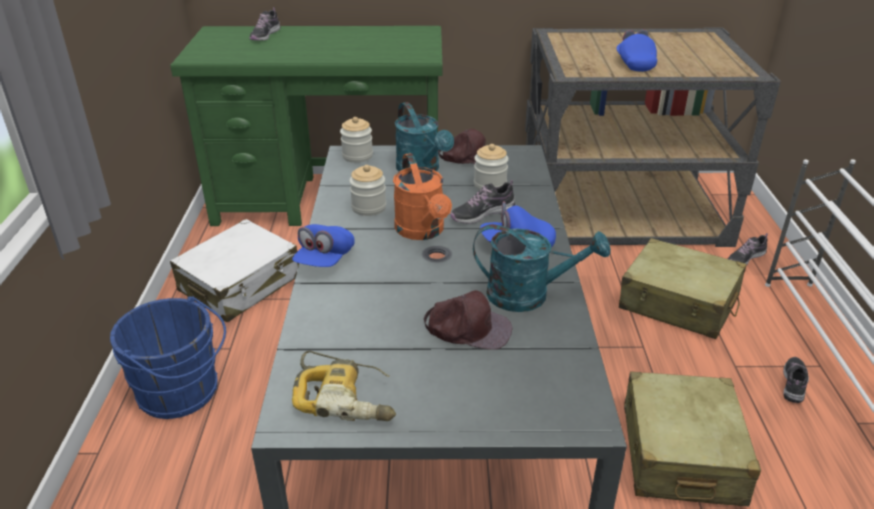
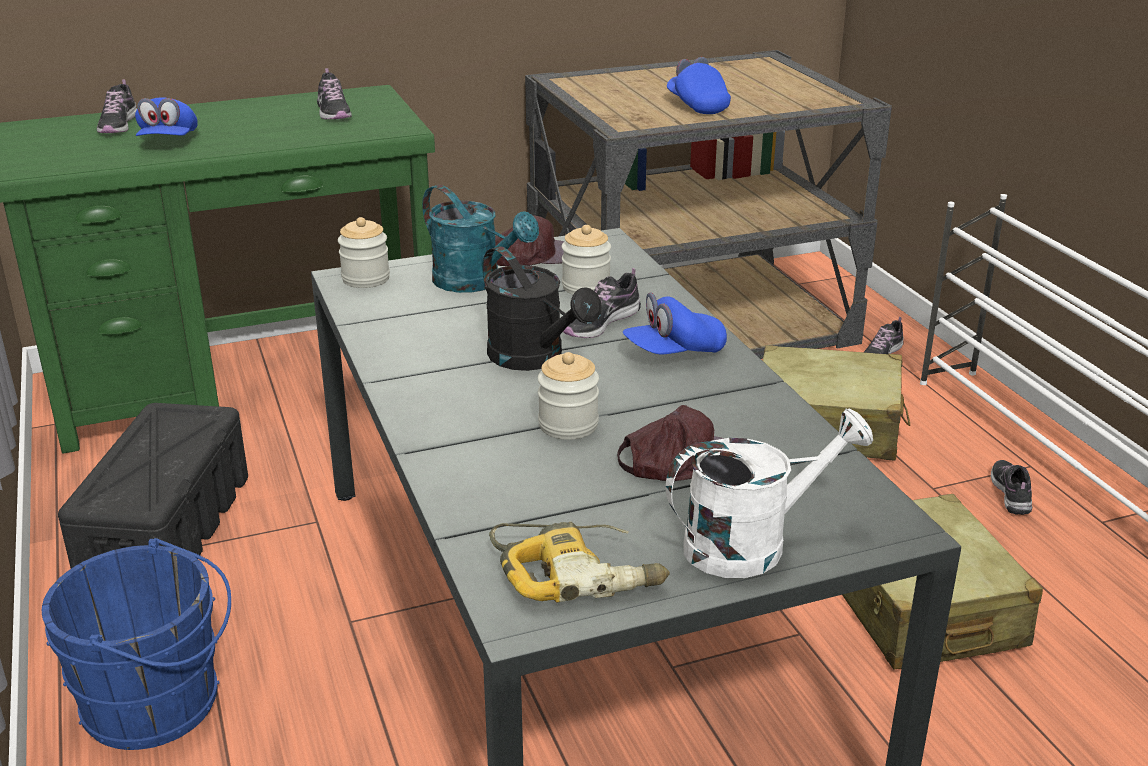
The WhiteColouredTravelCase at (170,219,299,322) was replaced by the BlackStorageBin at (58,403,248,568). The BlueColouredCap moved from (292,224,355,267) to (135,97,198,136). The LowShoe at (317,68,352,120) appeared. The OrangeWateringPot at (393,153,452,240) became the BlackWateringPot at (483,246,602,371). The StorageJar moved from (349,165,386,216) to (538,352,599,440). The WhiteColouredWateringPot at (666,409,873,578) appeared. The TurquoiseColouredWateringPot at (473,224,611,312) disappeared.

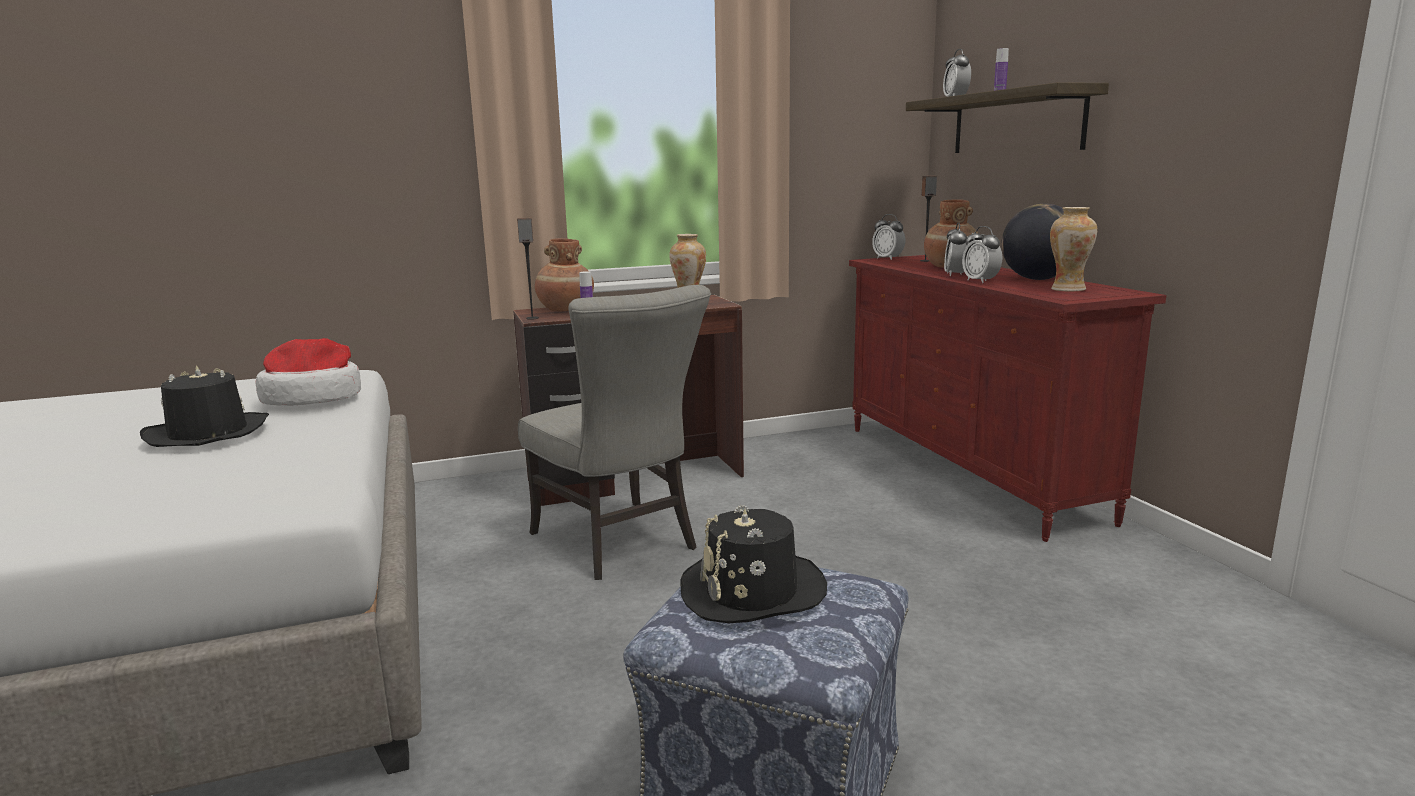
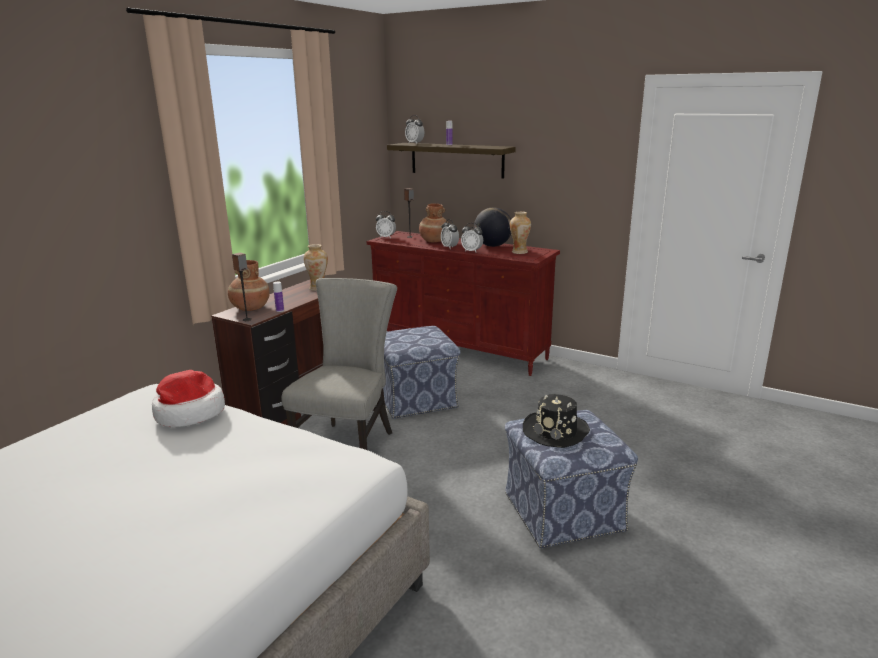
The GreyChair at (518,285,711,580) turned 90 degrees counterclockwise. The Ottoman at (383,326,460,419) appeared. The BlackHat at (140,365,269,447) disappeared.

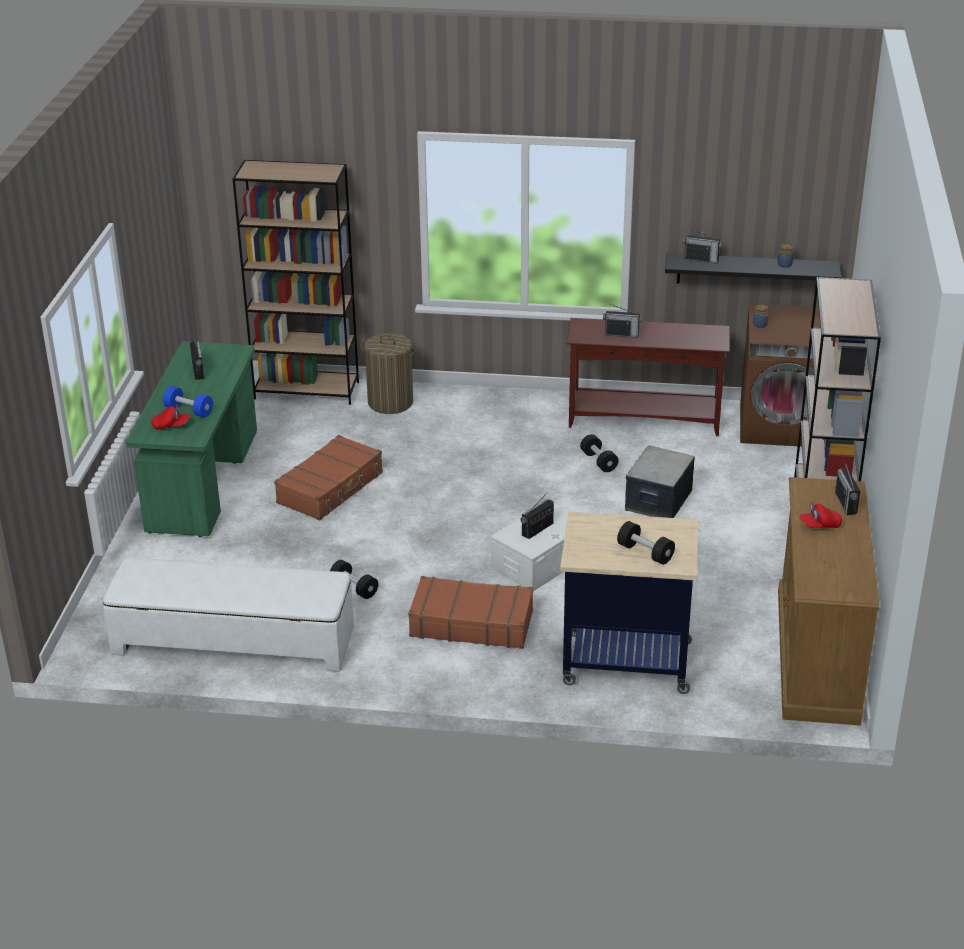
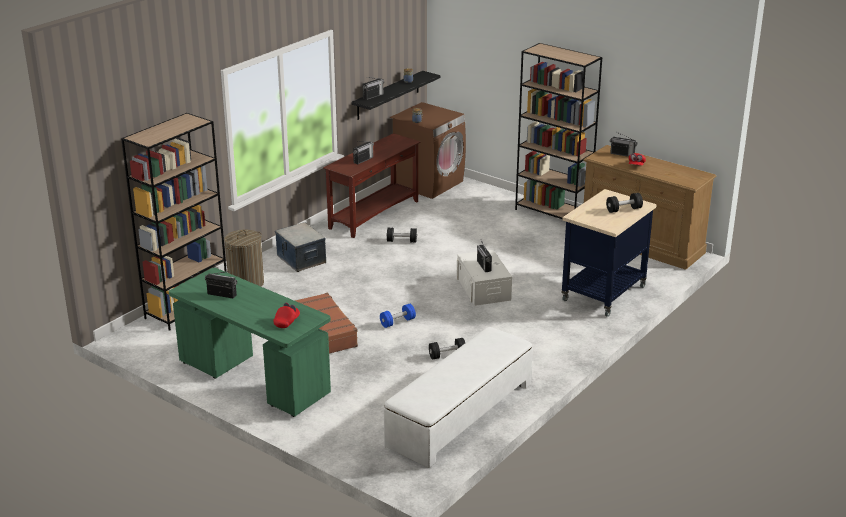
The StorageBin moved from (625,445,695,518) to (275,222,326,272). The BlueColouredFreeWeight moved from (163,386,213,418) to (380,304,416,328). The BrownColouredTravelCase at (408,576,533,649) disappeared.

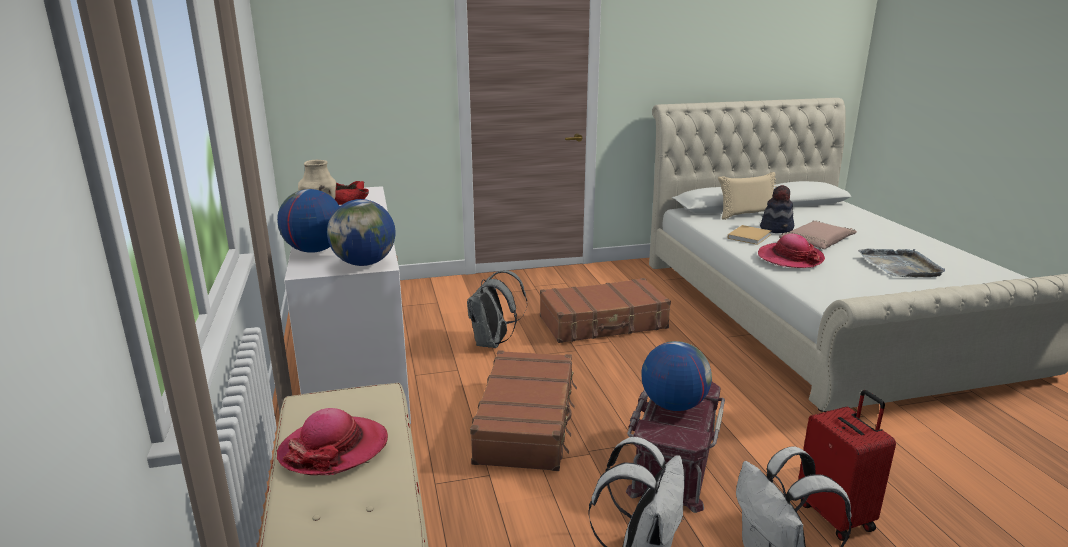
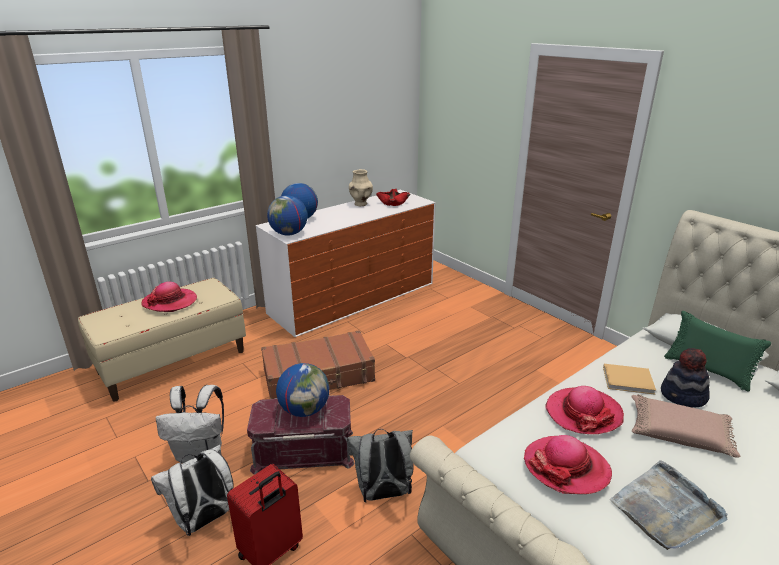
The GreyRucksack moved from (467,270,527,348) to (347,429,413,502). The Hat at (524,435,612,494) appeared. The BeigeColouredThrowPillow at (718,172,776,220) became the GreenishThrowPillow at (664,311,771,392). The BrownColouredTravelCase at (540,278,671,343) disappeared.

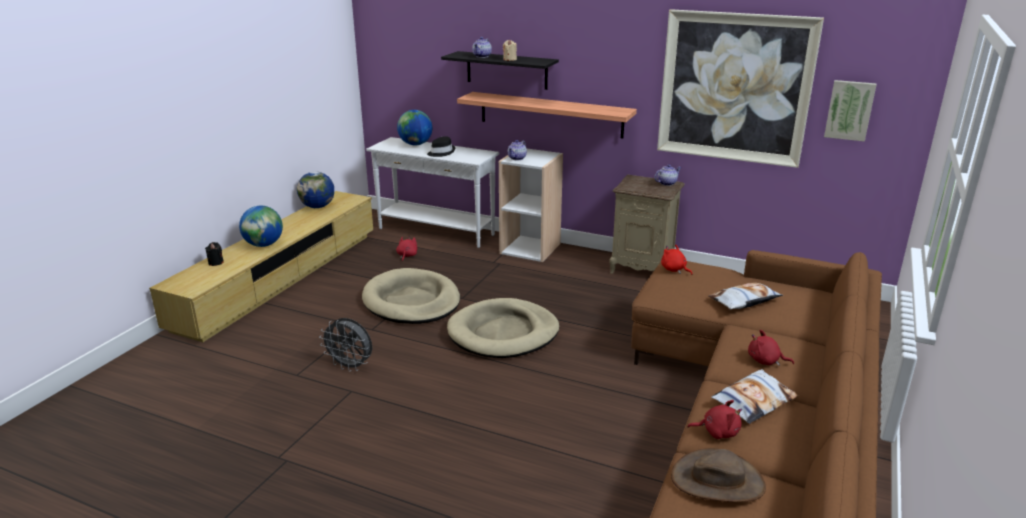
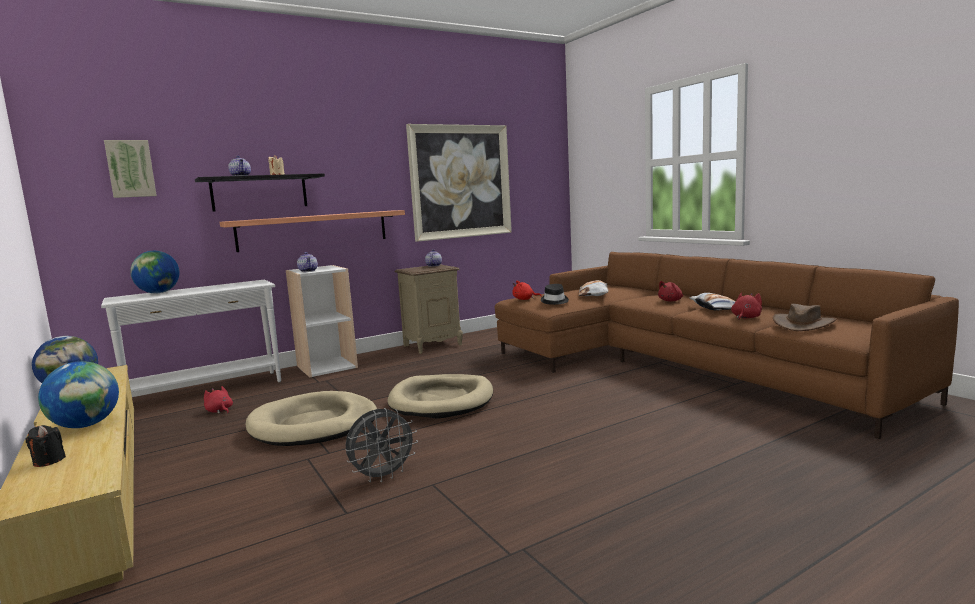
The WallPicture moved from (824,80,877,142) to (104,140,157,198). The BlackHat moved from (427,136,455,157) to (541,284,569,305).

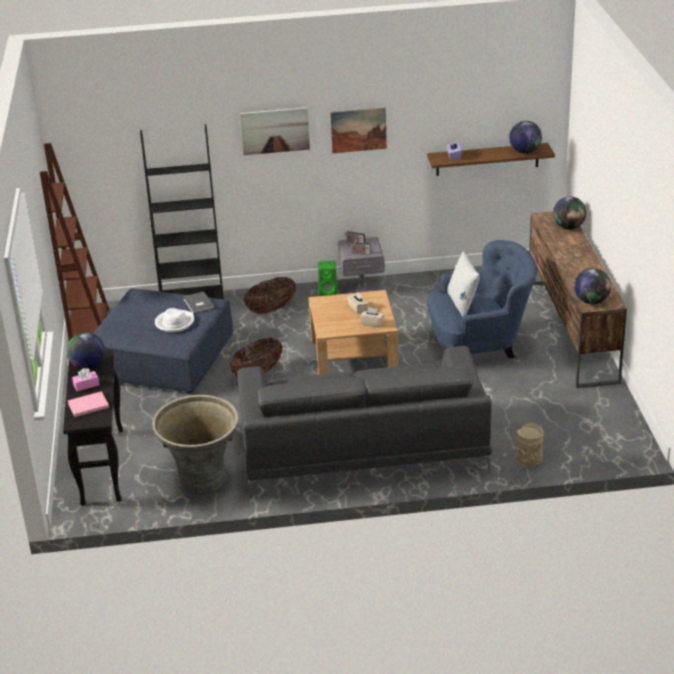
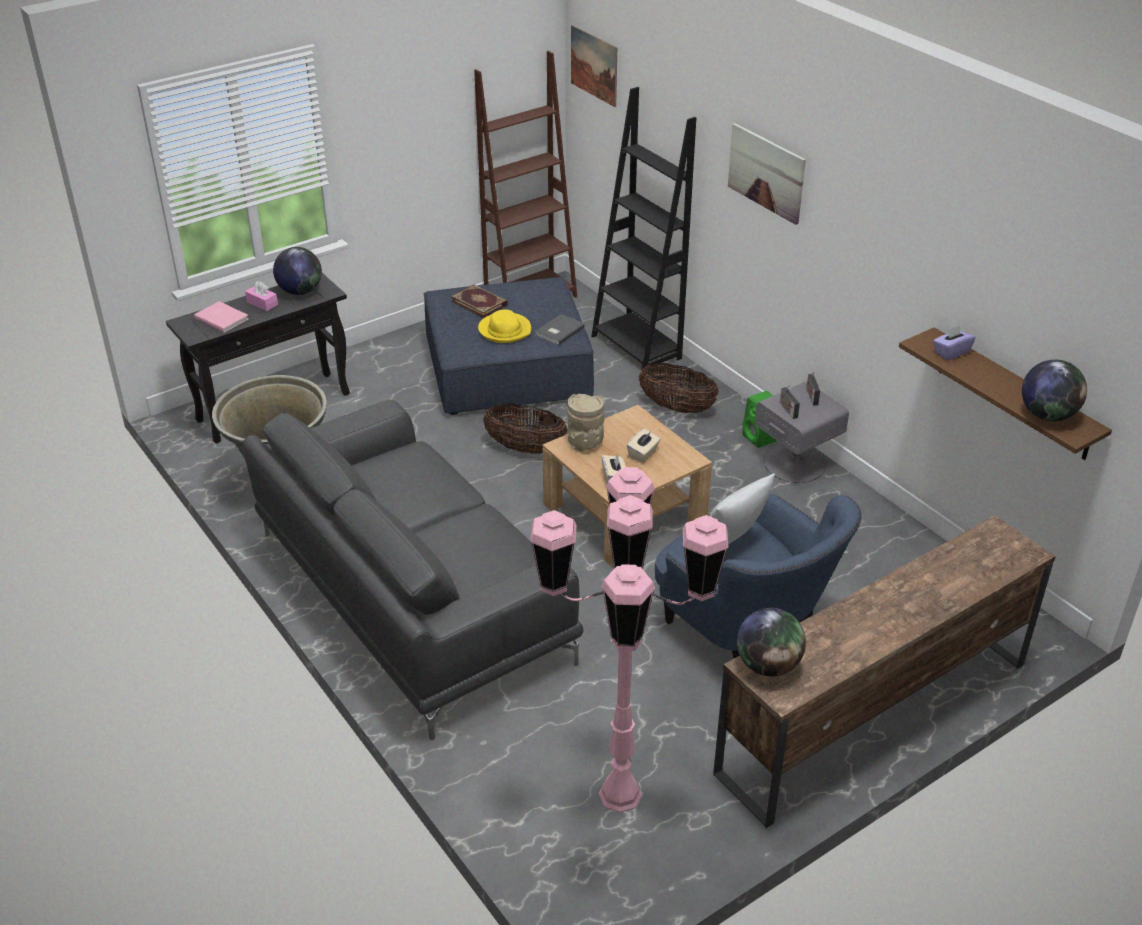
The Volume at (450,284,508,318) appeared. The WhiteColouredHat at (155,308,194,332) became the YellowColouredHat at (478,309,531,343). The PinkishStandardLamp at (530,467,728,813) appeared. The BeigeColouredDecorativeVase moved from (516,423,544,467) to (568,394,605,451). The WallPicture moved from (330,107,387,153) to (571,25,617,107). The WorldGlobe at (553,196,586,229) disappeared.

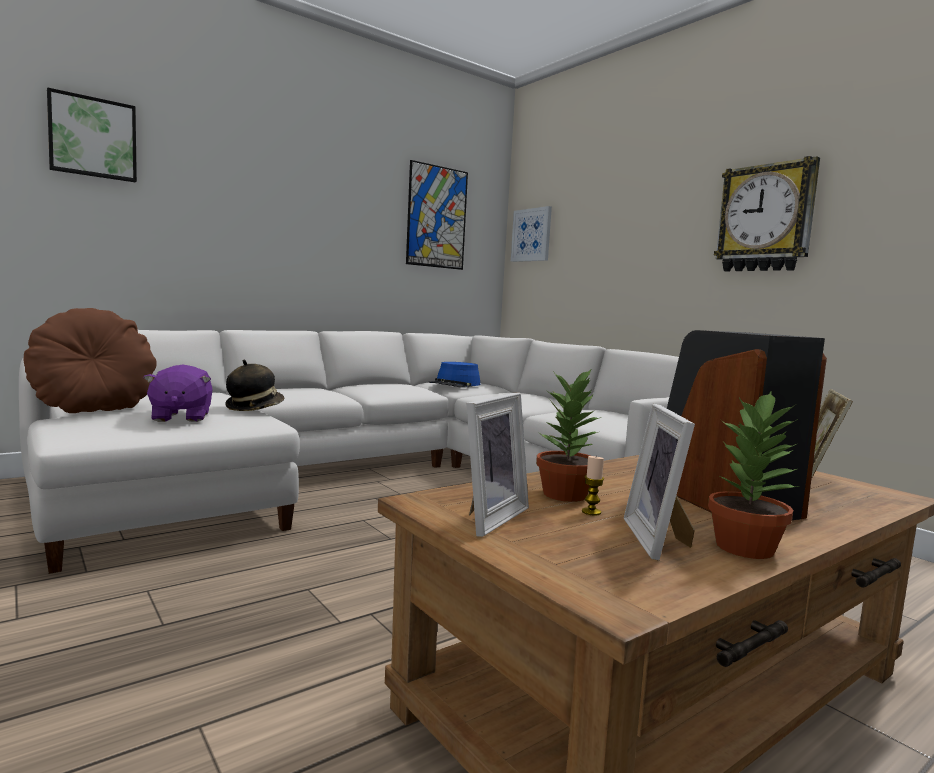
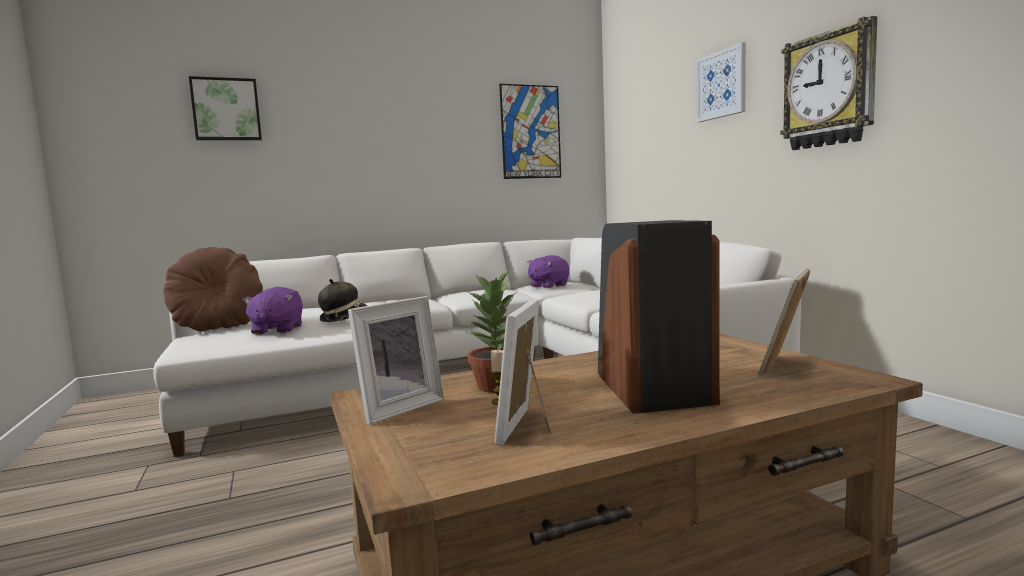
The BlueColouredHat at (429,362,480,388) was replaced by the PurpleColouredSoftToy at (527,255,569,289). The WallPicture moved from (511,206,552,262) to (696,42,746,122). The PottedPlant at (708,390,798,559) disappeared.

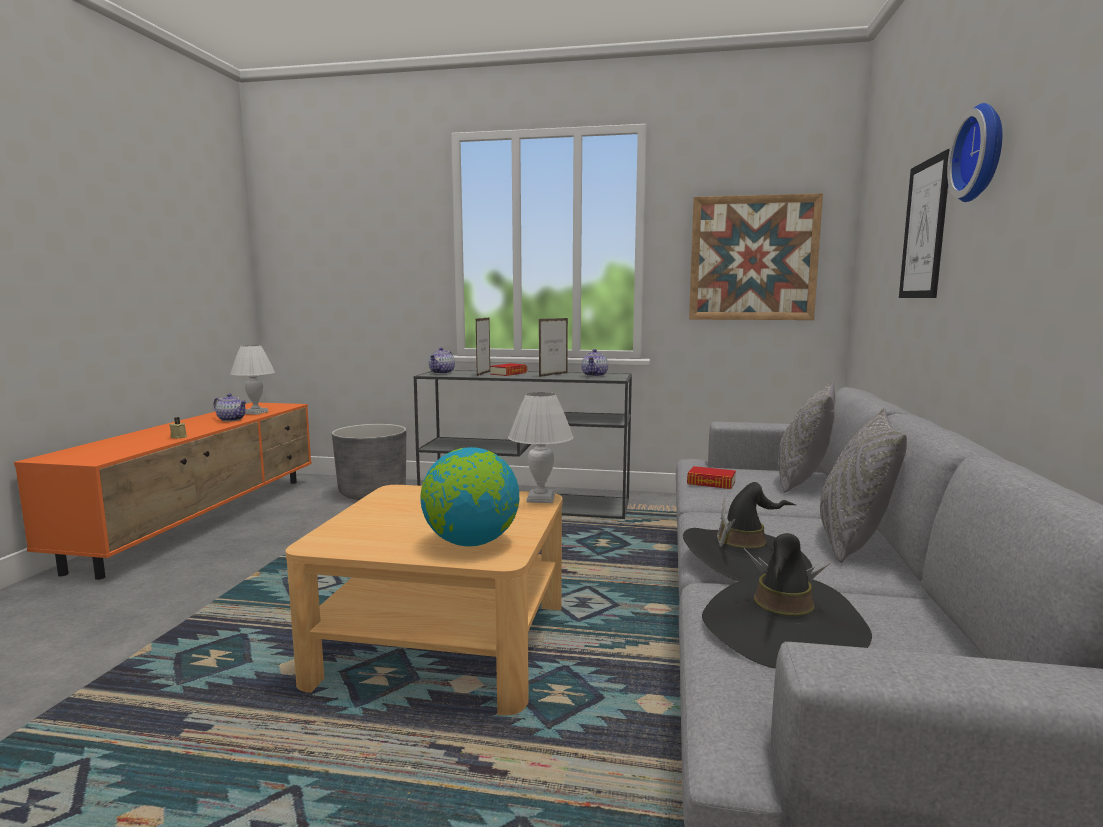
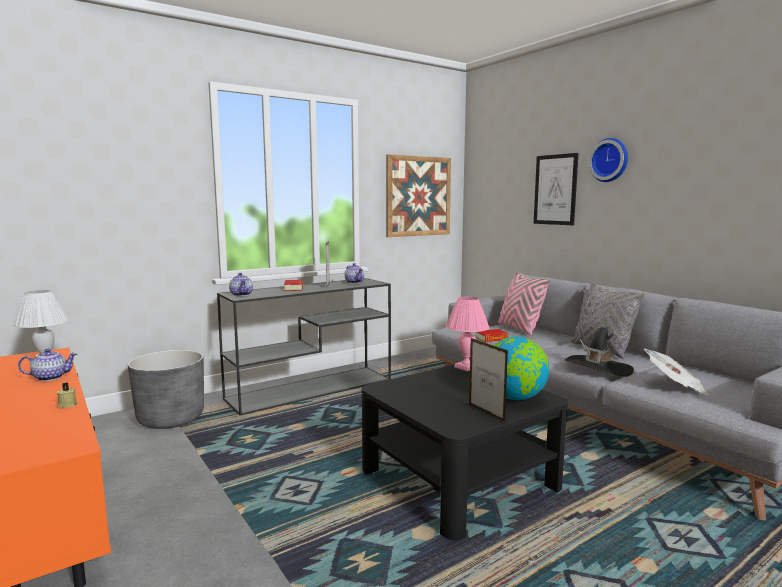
The BeigeColouredCoffeeTable at (285,485,563,715) became the BlackCoffeeTable at (361,364,568,540). The WhiteColouredTabletopLamp at (508,392,574,503) became the PinkishTabletopLamp at (446,297,489,371). The PictureFrame moved from (476,318,490,376) to (469,338,508,422). The GreyThrowPillow at (778,381,836,493) became the PinkishThrowPillow at (498,271,550,335). The BlackHat at (702,533,872,669) was replaced by the DailyPaper at (644,348,709,395).

